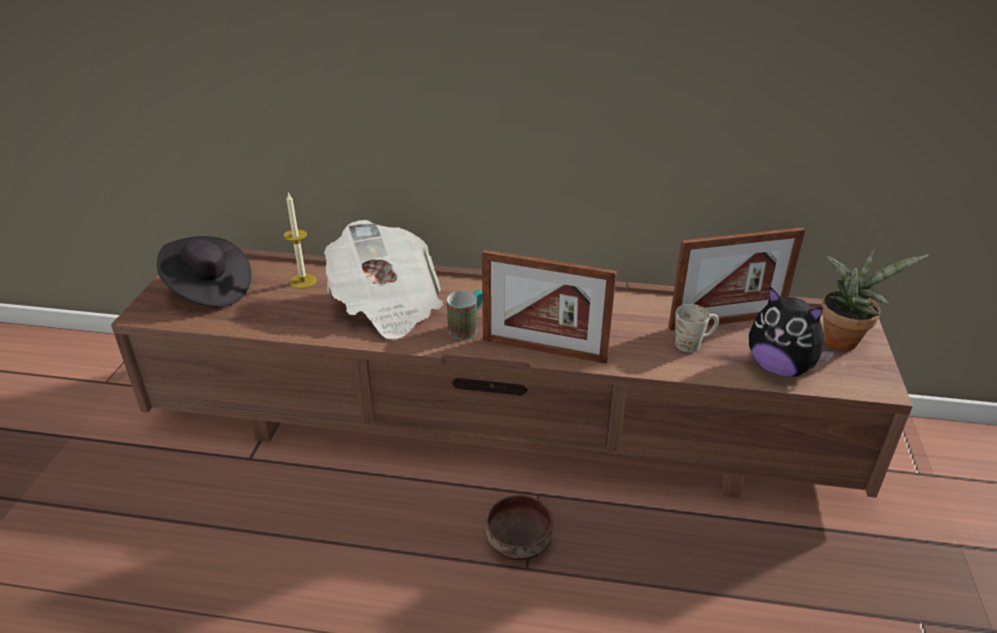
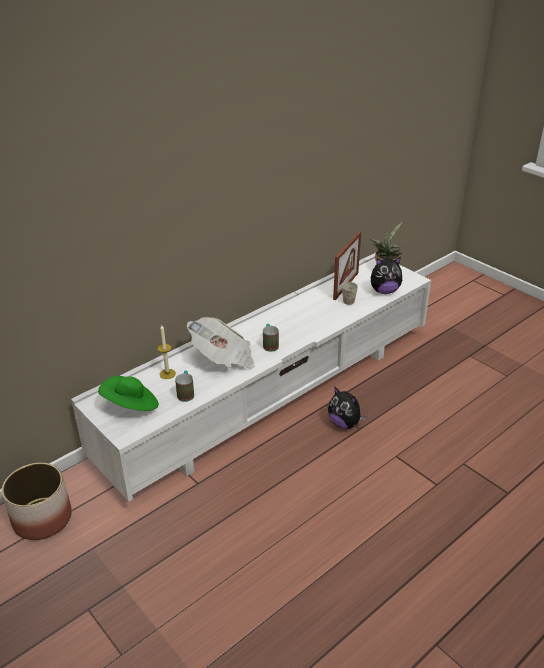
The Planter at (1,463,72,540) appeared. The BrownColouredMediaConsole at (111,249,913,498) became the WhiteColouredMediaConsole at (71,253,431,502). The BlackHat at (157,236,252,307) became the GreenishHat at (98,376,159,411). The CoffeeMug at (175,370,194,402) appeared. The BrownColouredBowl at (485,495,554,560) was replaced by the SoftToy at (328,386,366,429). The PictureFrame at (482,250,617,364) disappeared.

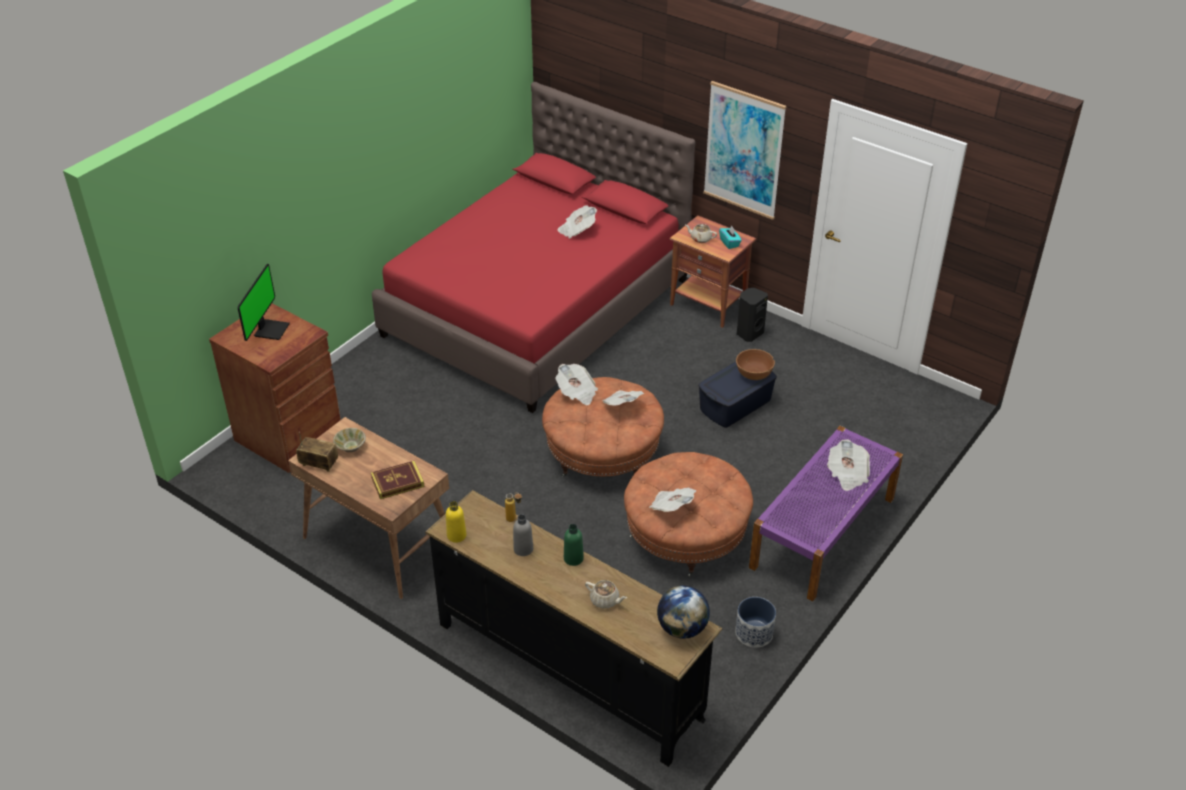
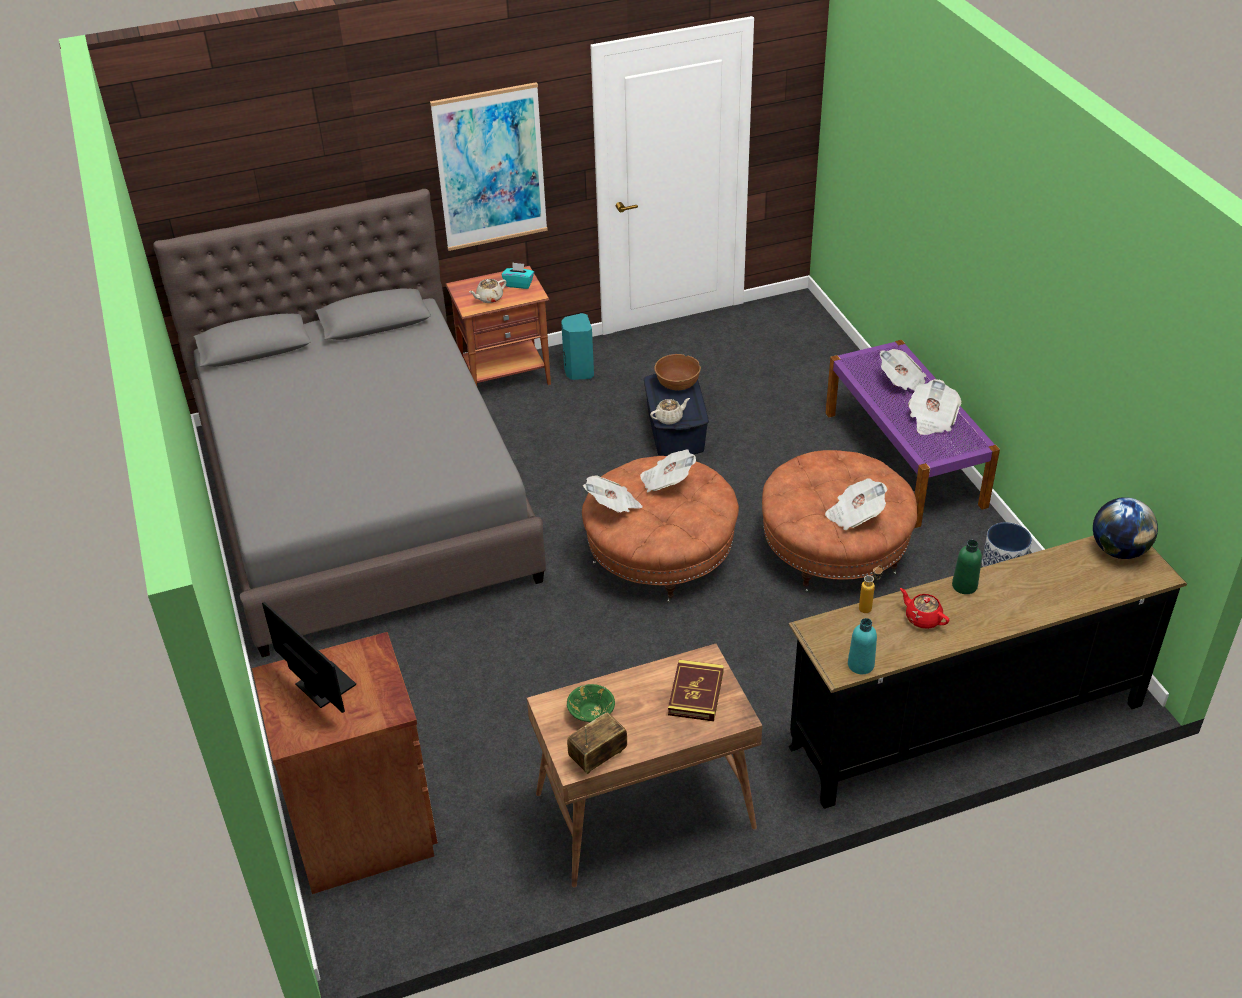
The ReddishBed at (372,82,695,413) became the GreyBed at (153,189,546,657). The BlackLoudspeaker at (737,288,768,342) became the TurquoiseColouredLoudspeaker at (561,313,594,380). The BeigeColouredBowl at (333,428,366,452) became the GreenishBowl at (567,684,615,723). The BeigeColouredTeapot moved from (585,580,627,609) to (650,398,690,425). The YellowColouredBeverageBottle at (446,501,466,543) became the TurquoiseColouredBeverageBottle at (848,618,877,674). The GreyBeverageBottle at (513,515,533,556) was replaced by the ReddishTeapot at (900,588,950,629). The DailyPaper moved from (557,205,597,238) to (908,379,961,435).

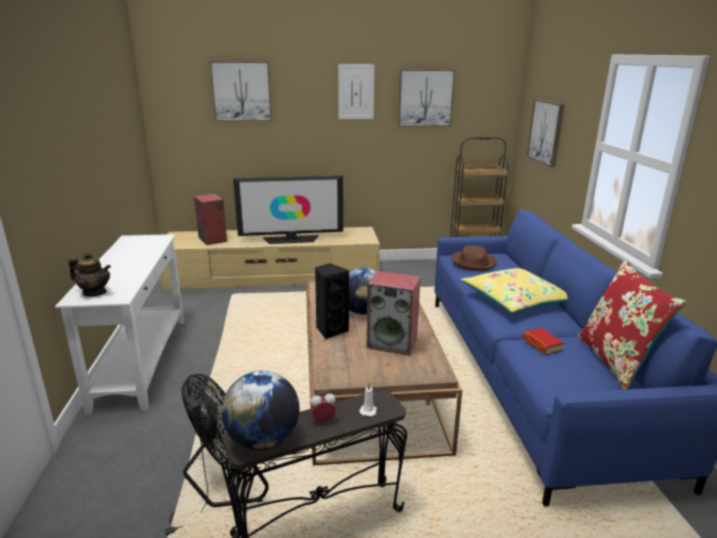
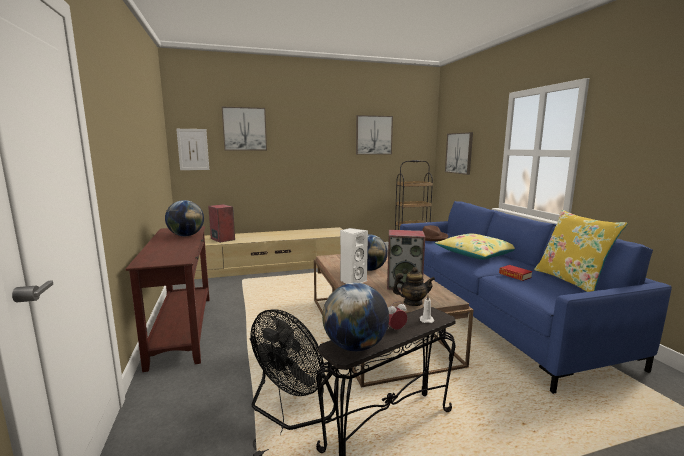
The WhiteColouredHallTable at (55,234,184,414) became the BrownColouredHallTable at (126,226,210,372). The WorldGlobe at (165,200,204,236) appeared. The WallPicture moved from (338,64,375,119) to (176,129,209,170). The BlackLoudspeaker at (315,263,349,339) became the WhiteColouredLoudspeaker at (340,228,368,284). The Teapot moved from (69,252,111,297) to (392,267,435,306). The ReddishThrowPillow at (578,260,687,390) became the YellowColouredThrowPillow at (534,210,628,292). The TvSet at (233,175,343,244) disappeared.

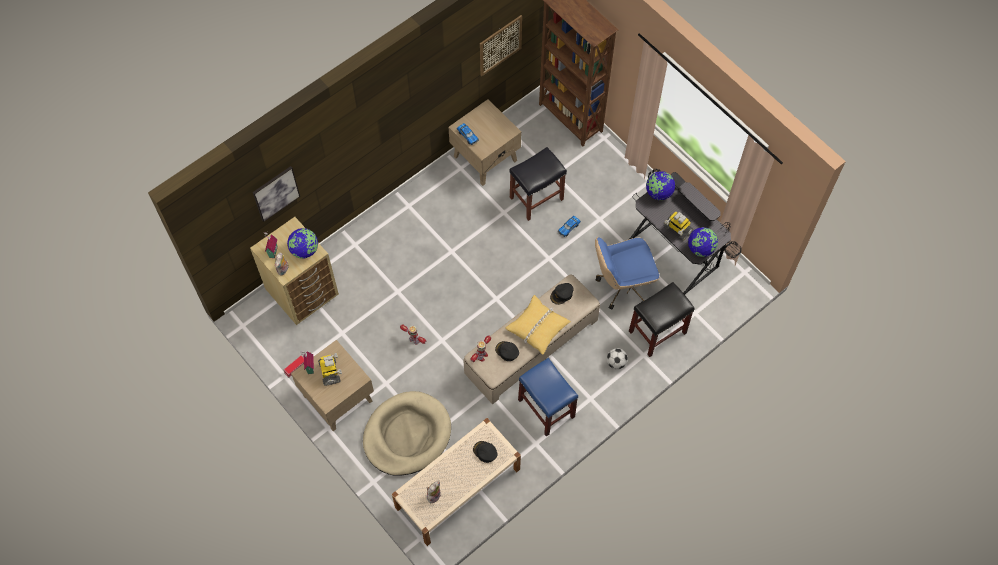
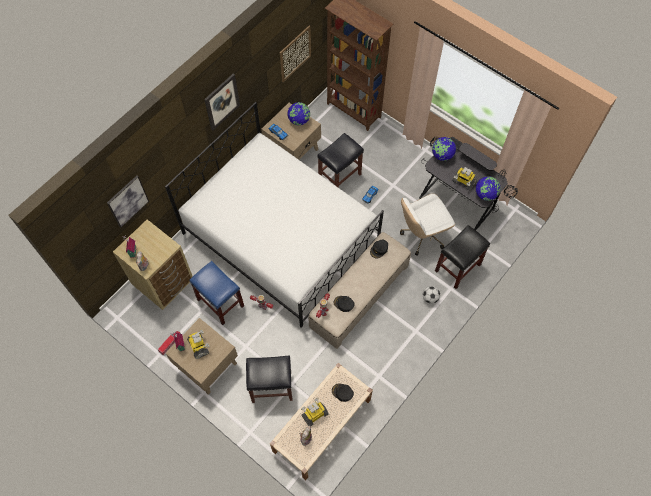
The WhiteColouredBed at (165,102,384,327) appeared. The BlueColouredSittingStool moved from (518,358,578,437) to (189,261,244,325). The WallPicture at (204,73,240,130) appeared. The BeigeColouredPetBed at (363,391,451,476) was replaced by the BlackSittingStool at (246,356,292,403). The WorldGlobe moved from (287,228,318,259) to (287,102,310,125). The ToyRobot at (301,397,329,427) appeared. The BlueColouredOfficeChair at (595,237,660,310) became the WhiteColouredOfficeChair at (400,194,455,256). The YellowColouredThrowPillow at (505,295,571,355) disappeared.

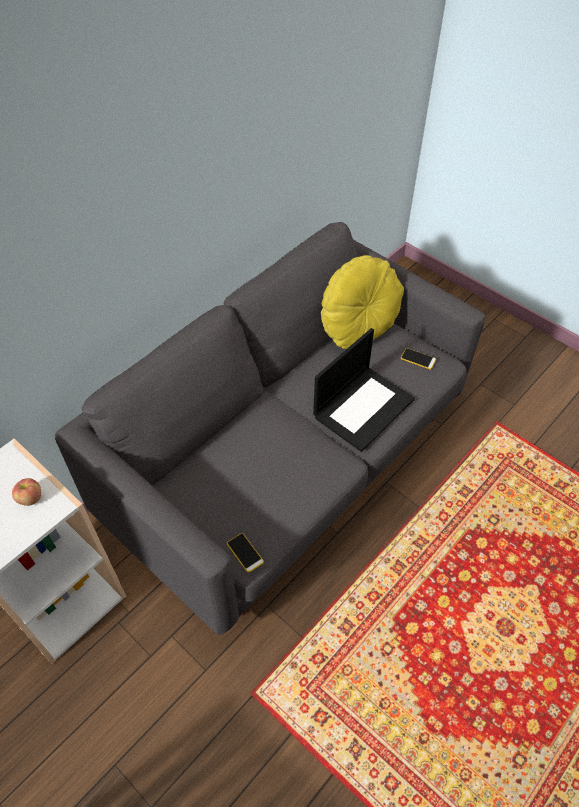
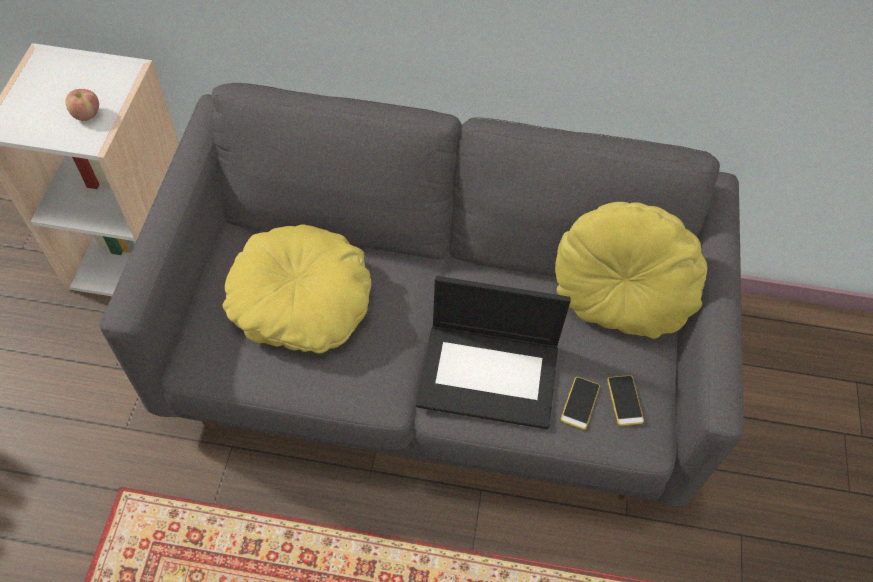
The YellowColouredThrowPillow at (222,224,371,354) appeared. The Telephone moved from (227,533,264,573) to (561,377,600,430).

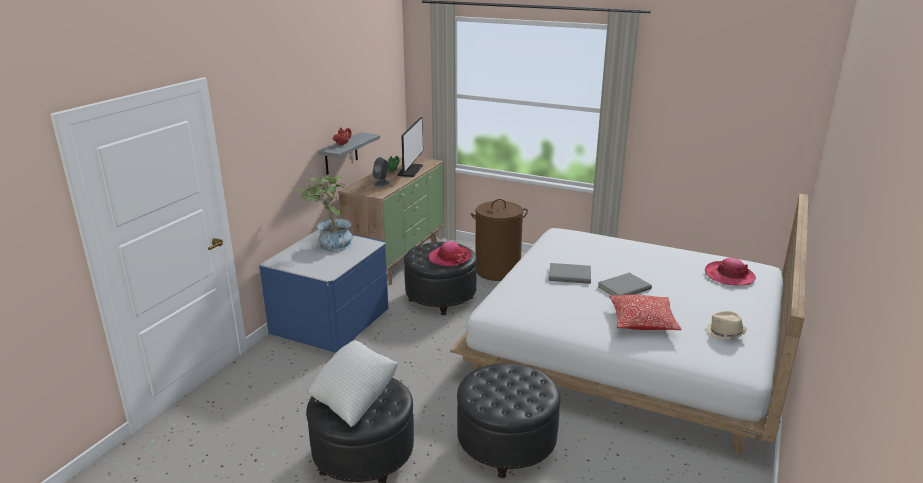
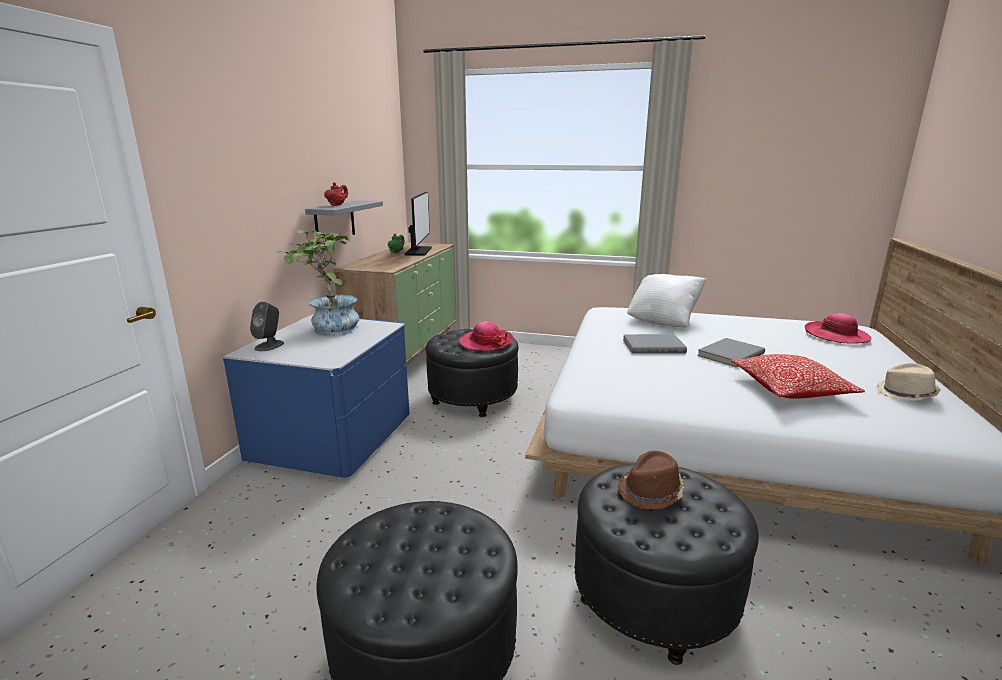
The GreyLoudspeaker moved from (372,157,390,187) to (250,302,284,351). The BrownColouredHat at (618,451,684,509) appeared. The WhiteColouredThrowPillow moved from (309,340,398,427) to (627,274,706,327). The BrownColouredLaundryBasket at (470,199,528,281) disappeared.

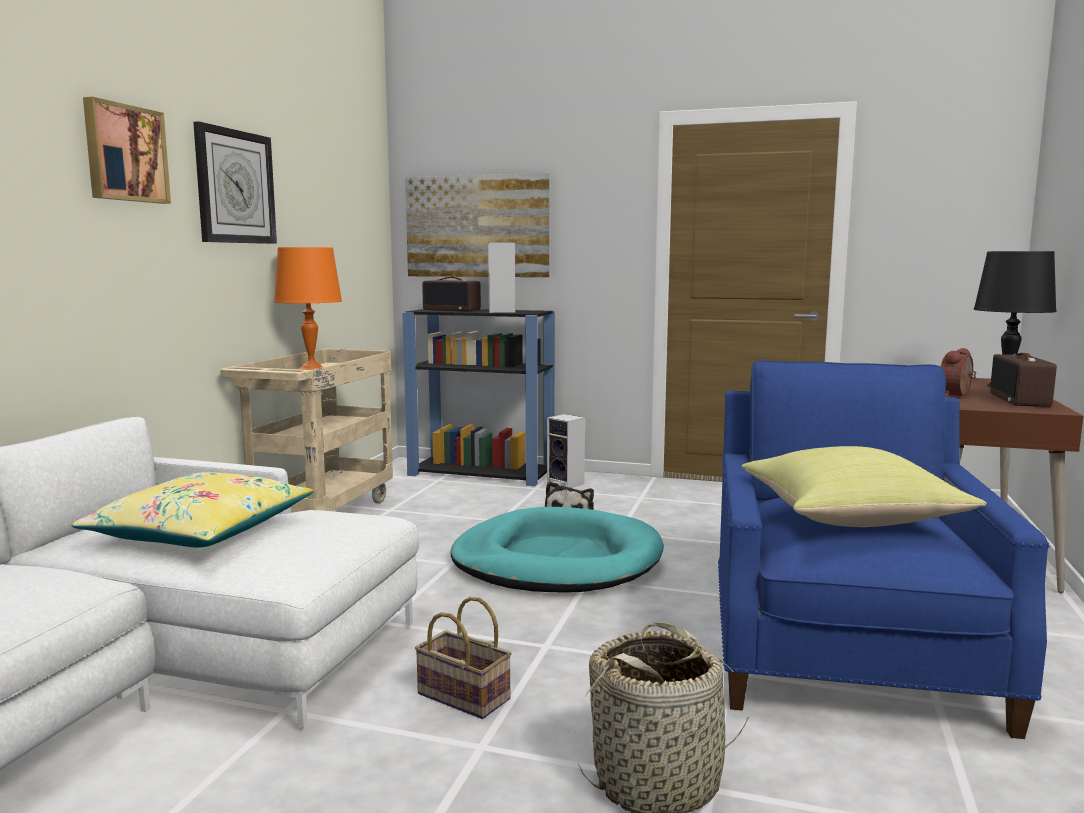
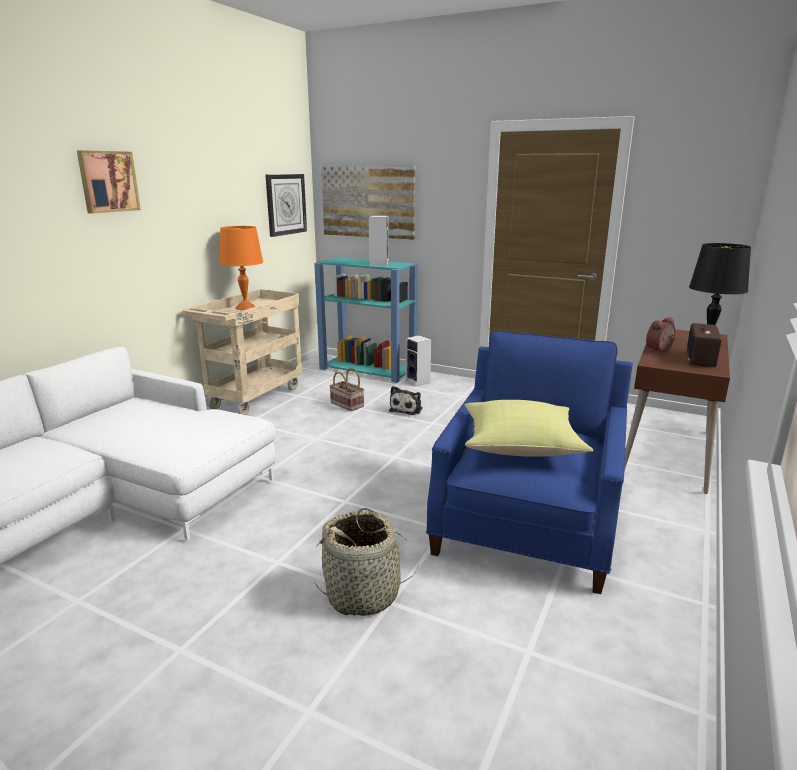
The HangingClock moved from (193,121,277,244) to (265,174,307,237). The BlackBookshelf at (402,309,555,487) became the TurquoiseColouredBookshelf at (314,257,418,383). The StorageBasket moved from (415,597,512,719) to (329,368,364,411). The YellowColouredThrowPillow at (71,472,314,547) disappeared. The Radio at (422,277,481,311) disappeared. The TurquoiseColouredPetBed at (451,507,664,593) disappeared.

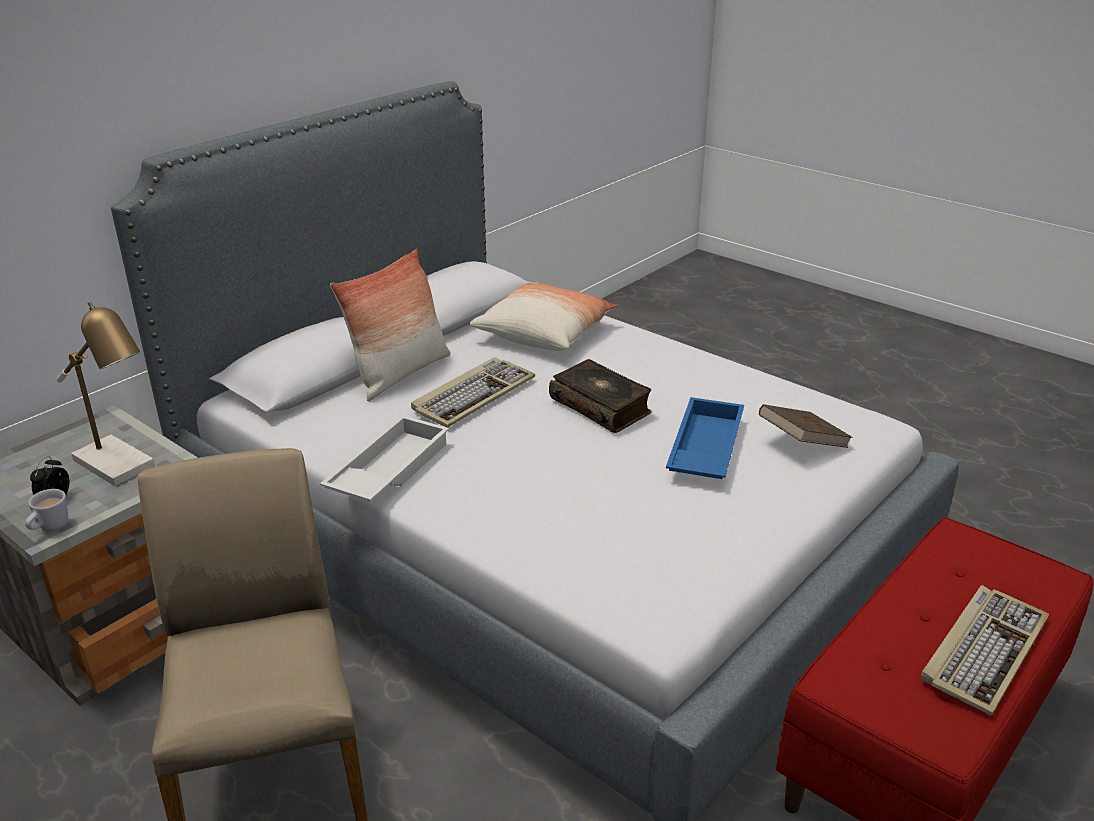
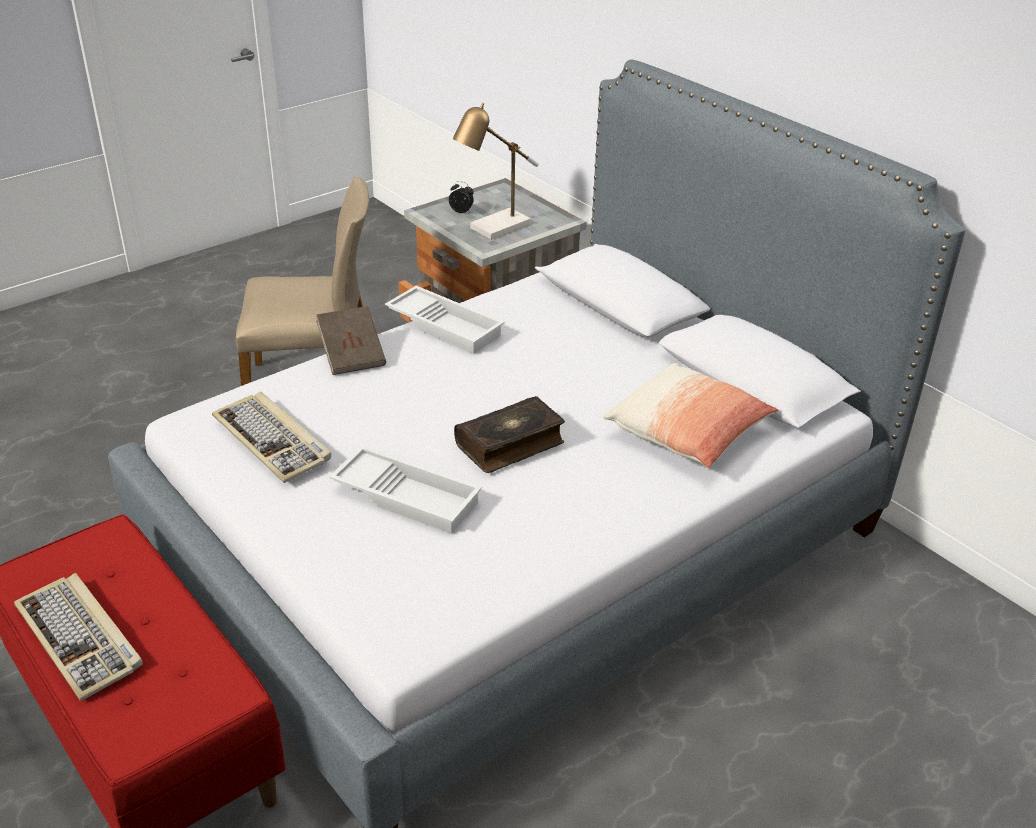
The Keyboard moved from (411,357,535,428) to (212,392,331,483). The BrownColouredVolume moved from (759,404,853,448) to (316,306,386,375). The BlueColouredServingTray at (666,397,744,479) became the WhiteColouredServingTray at (329,446,482,534). The WhiteColouredCoffeeMug at (25,489,68,531) disappeared. The ThrowPillow at (330,249,450,401) disappeared.

